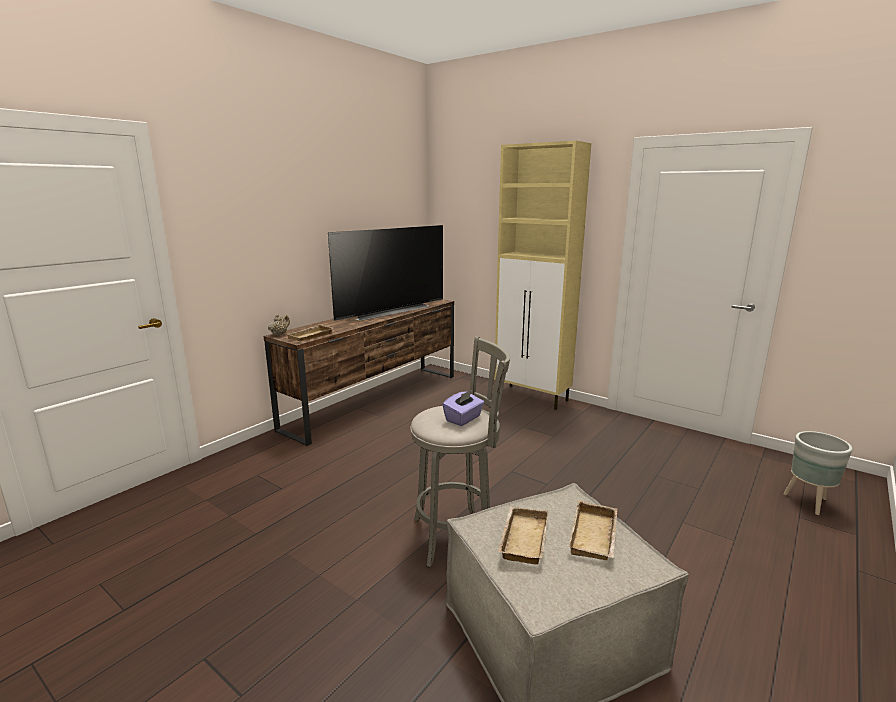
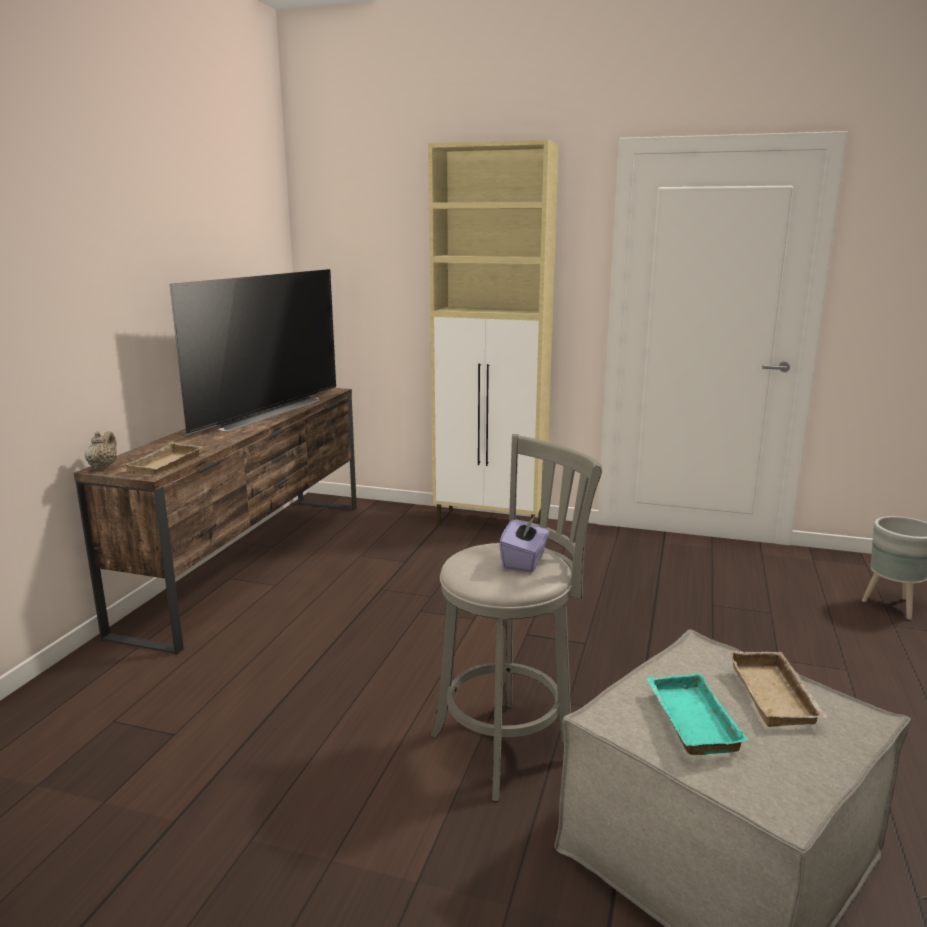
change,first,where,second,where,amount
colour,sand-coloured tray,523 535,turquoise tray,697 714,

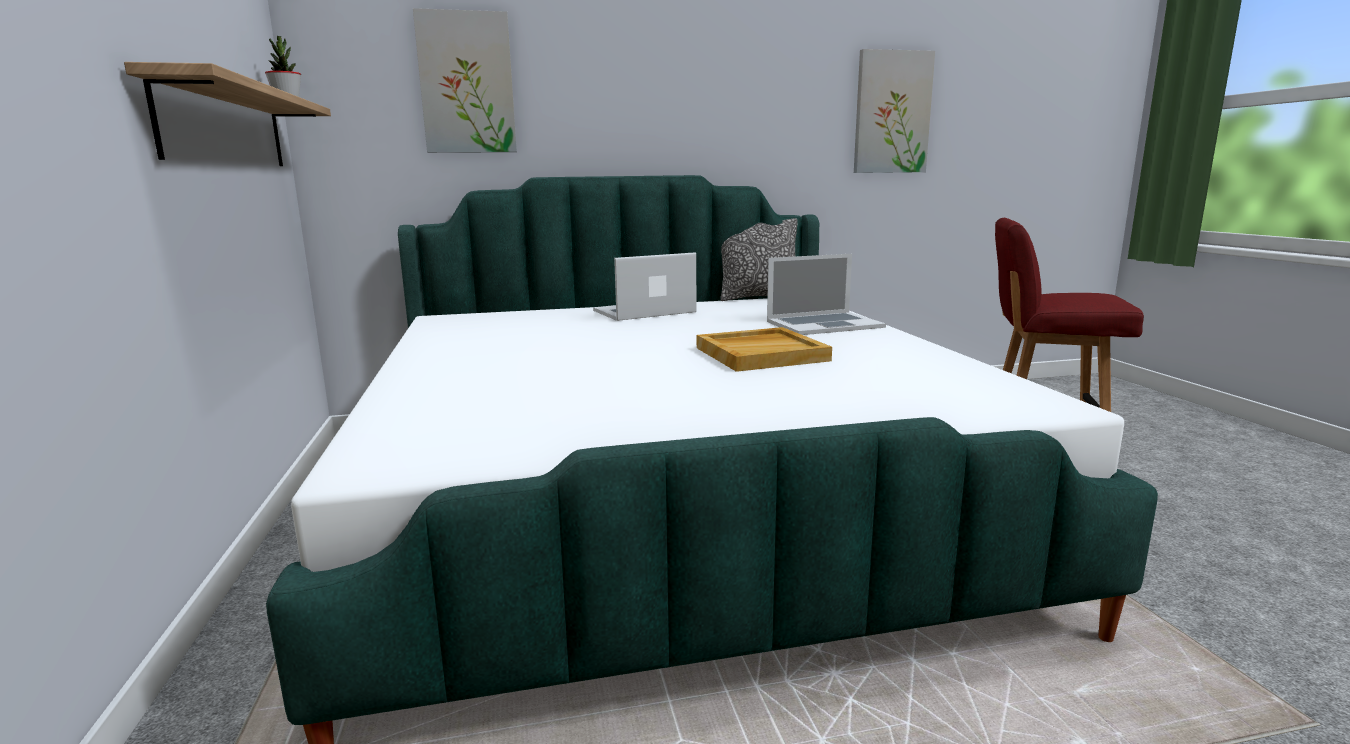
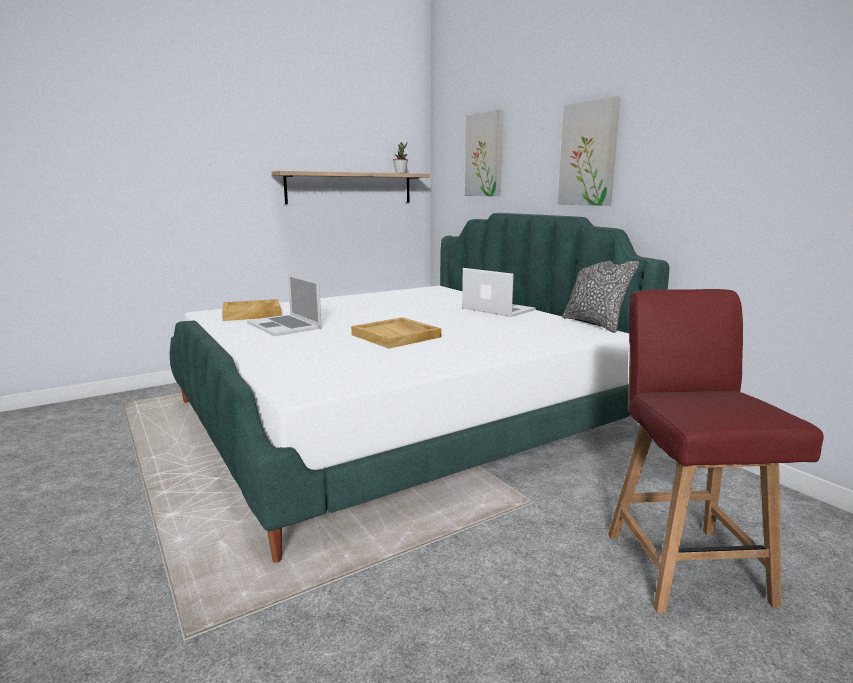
change,first,where,second,where,amount
relocated,portable computer,826 294,,284 305,
relocated,wall art,894 111,,589 151,
appeared,,,sand-coloured tray,252 310,

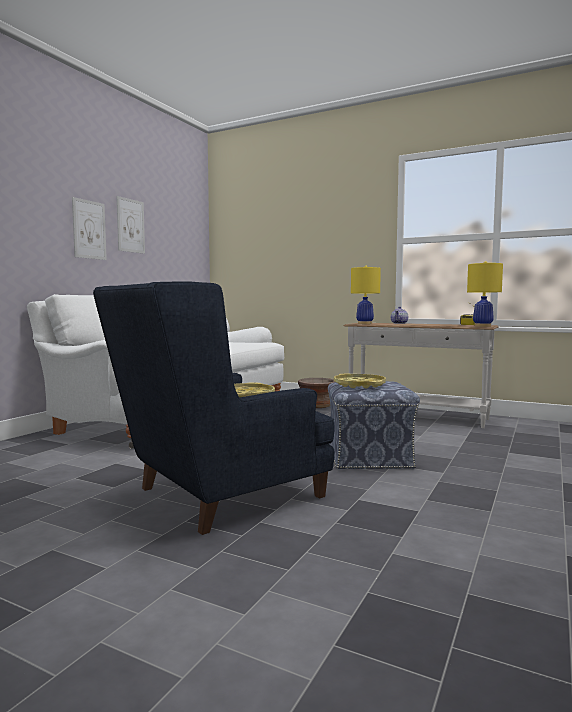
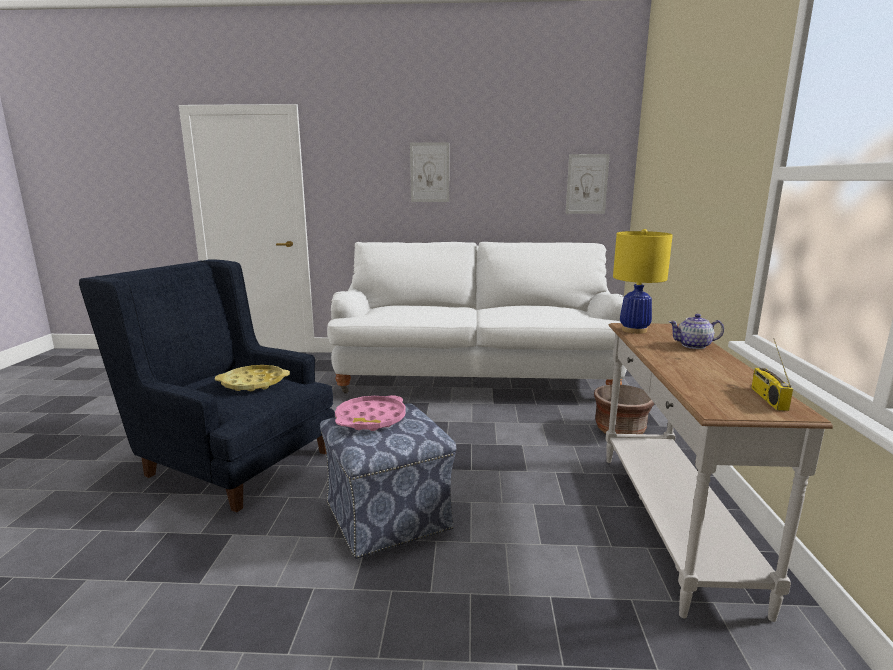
change,first,where,second,where,amount
relocated,wall art,130 225,,588 184,
colour,yellowish tray,360 380,pink-coloured tray,370 413,
missing,yellowish tabletop lamp,485 294,,,

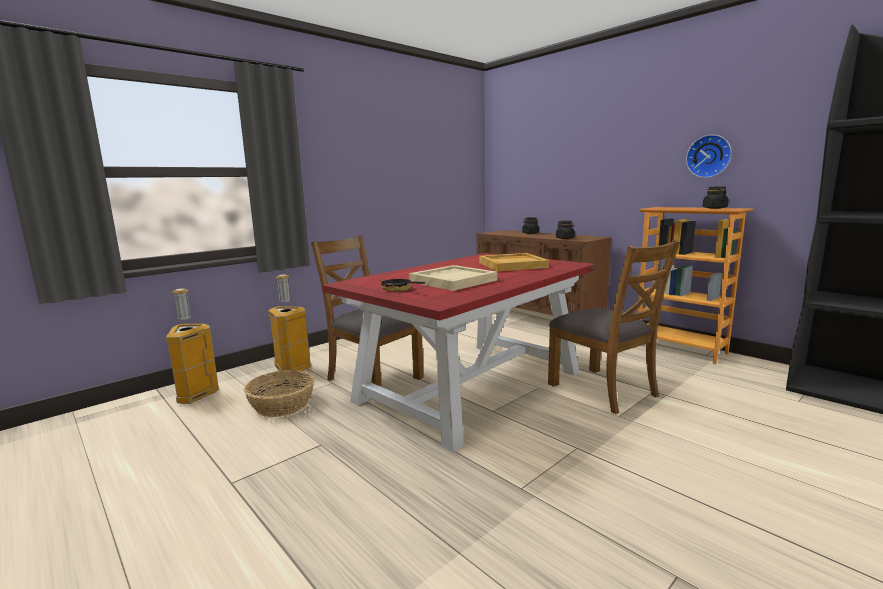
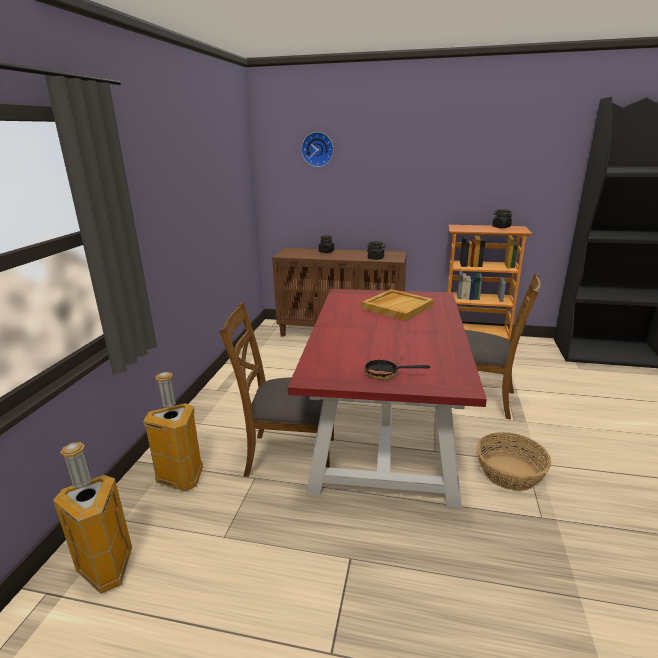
change,first,where,second,where,amount
relocated,household basket,279 393,,514 461,
missing,sand-coloured tray,453 278,,,
relocated,wall clock,709 156,,317 149,

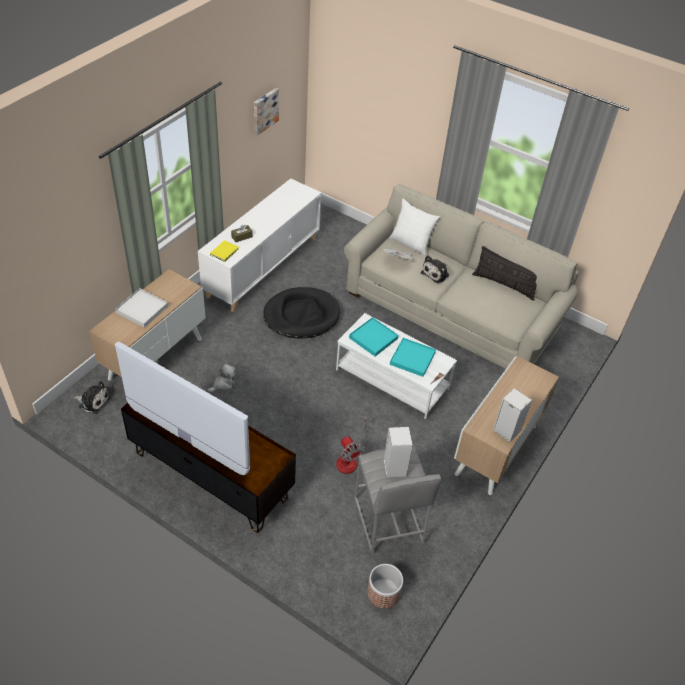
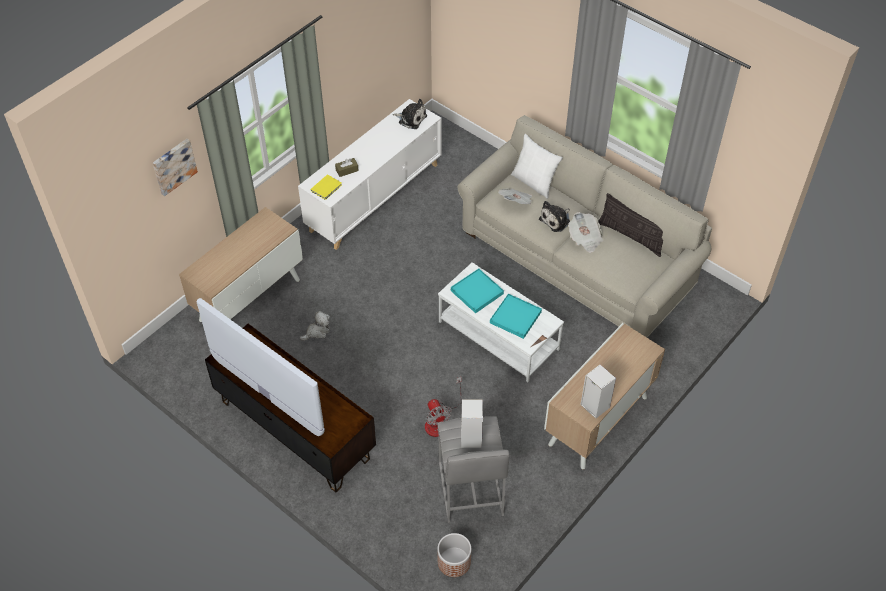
change,first,where,second,where,amount
relocated,cuddly toy,92 397,,410 114,
missing,whitish tray,141 308,,,
relocated,wall art,266 111,,175 167,
missing,black dog cushion,301 312,,,
appeared,,,newspaper,586 232,

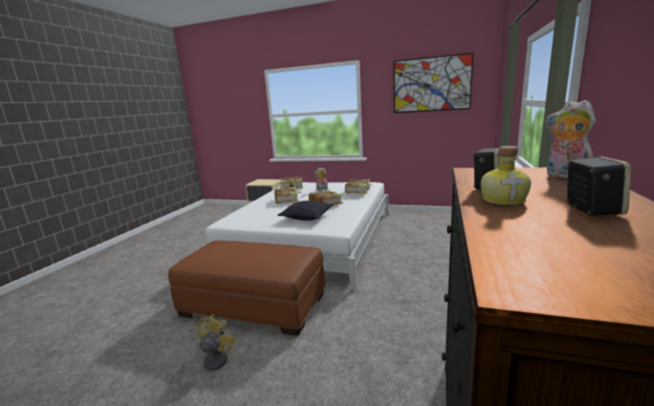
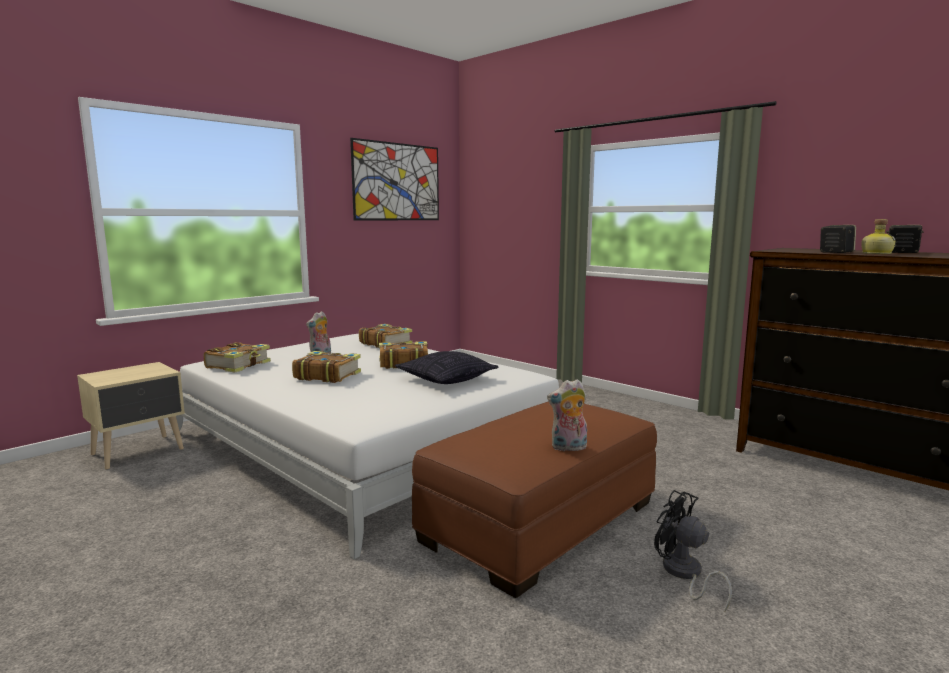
change,first,where,second,where,amount
colour,yellowish cooling fan,203 349,black cooling fan,693 551,
relocated,cuddly toy,571 139,,567 415,

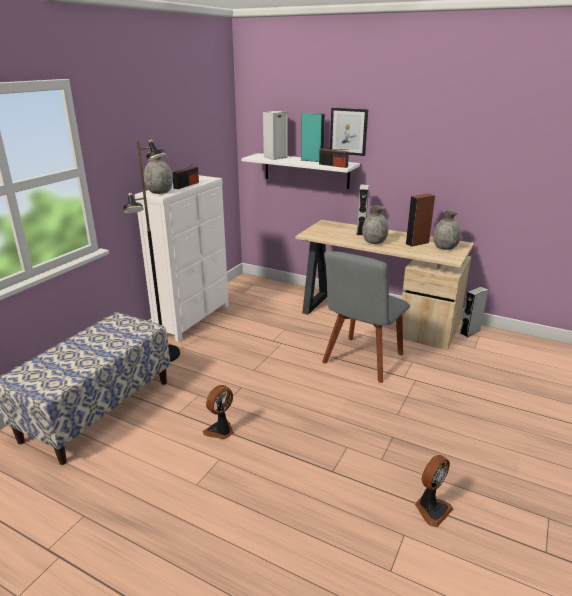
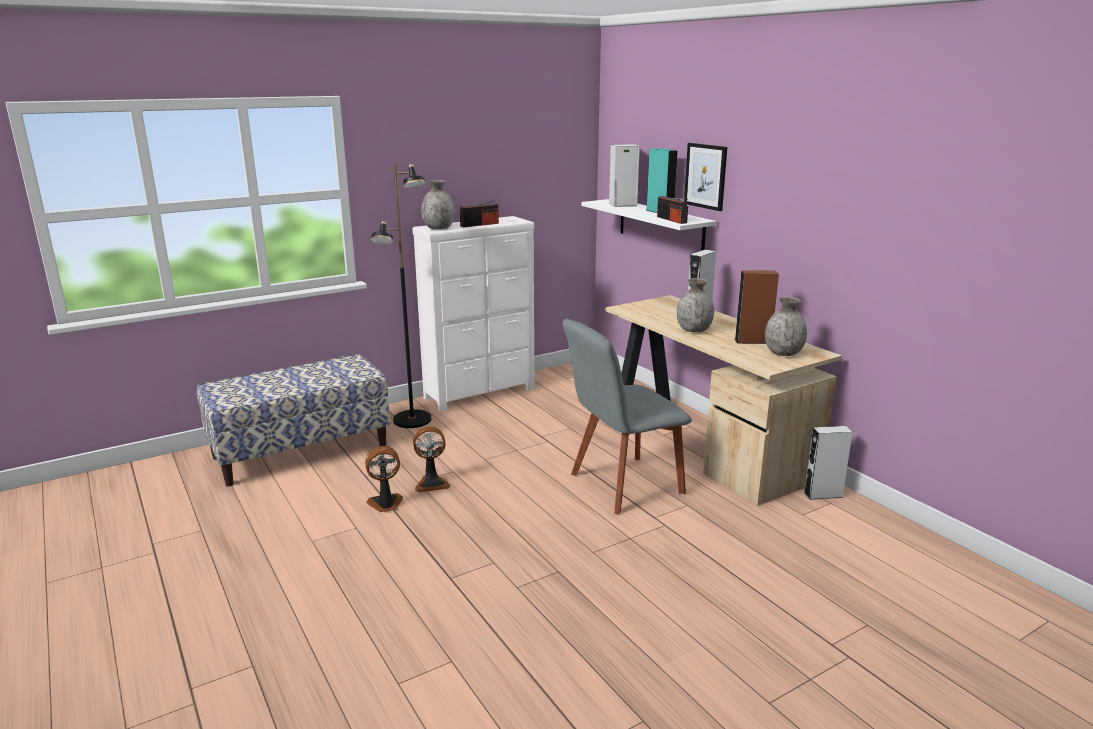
change,first,where,second,where,amount
relocated,cooling fan,434 491,,431 459,

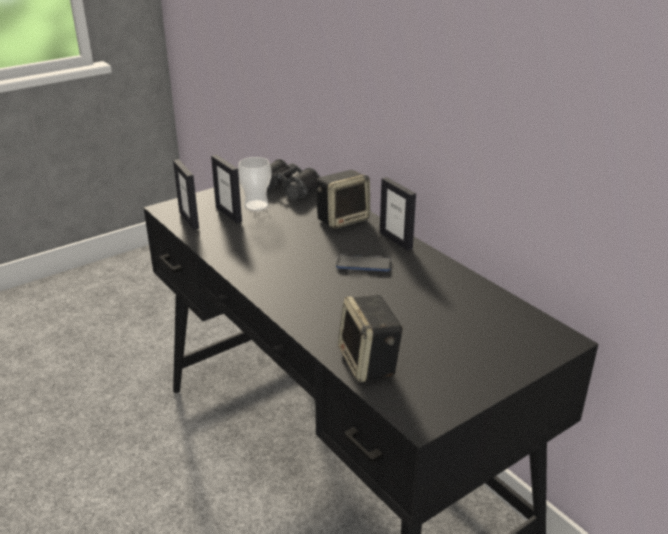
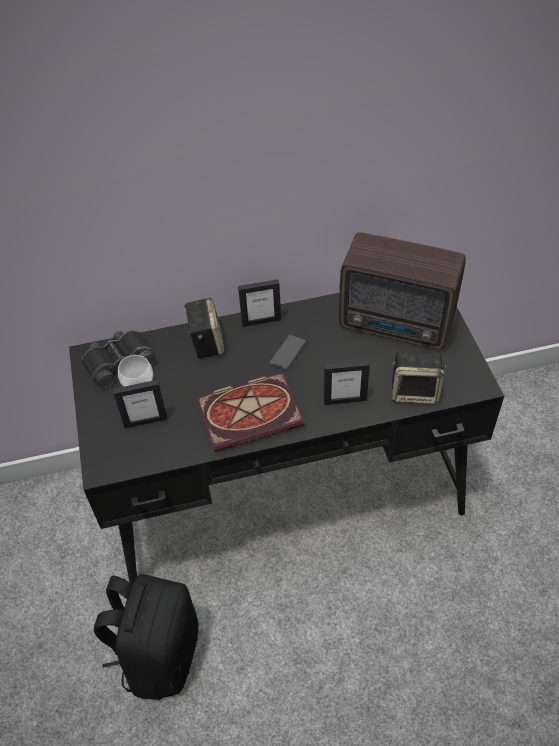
change,first,where,second,where,amount
relocated,photo frame,186 194,,347 382,
appeared,,,black knapsack,146 637,
appeared,,,volume,250 412,
appeared,,,radio,402 291,

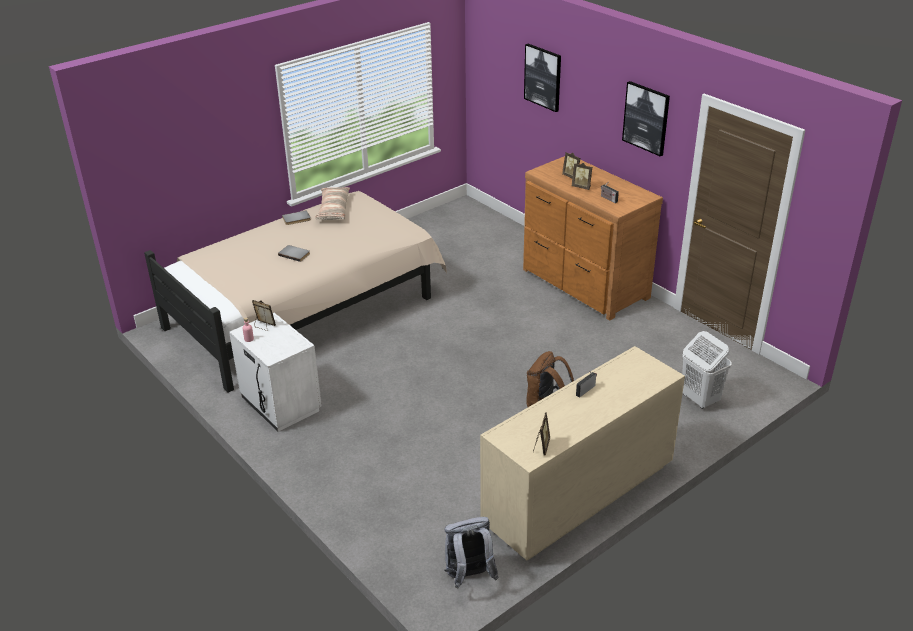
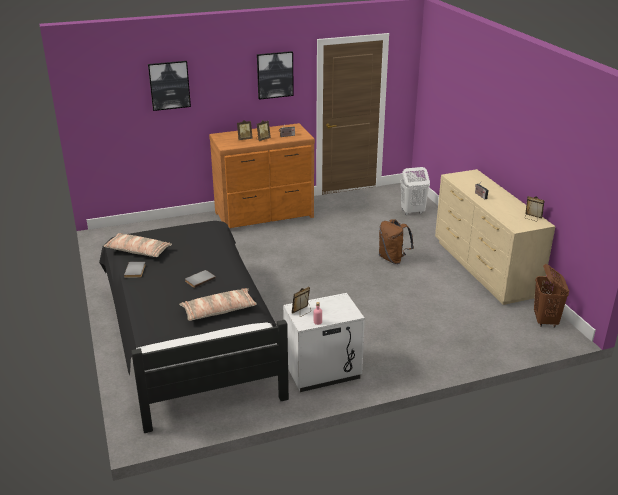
change,first,where,second,where,amount
colour,sand-coloured bedroom bed,295 291,black bedroom bed,194 327,
exchanged,greyish knapsack,471 553,brown laundry basket,551 296,
appeared,,,throw pillow,218 304,

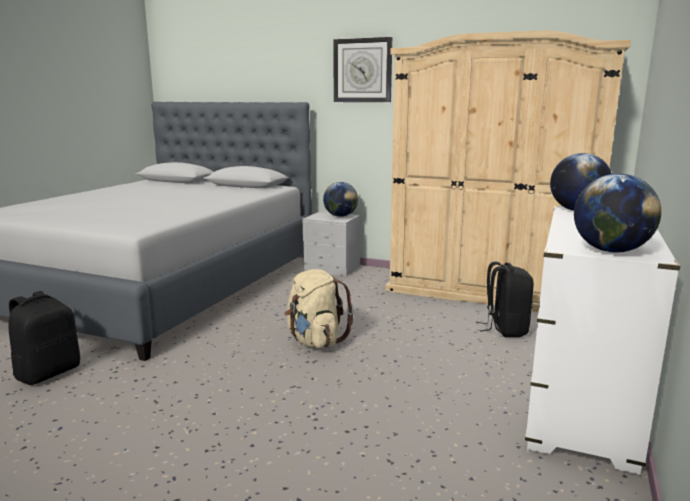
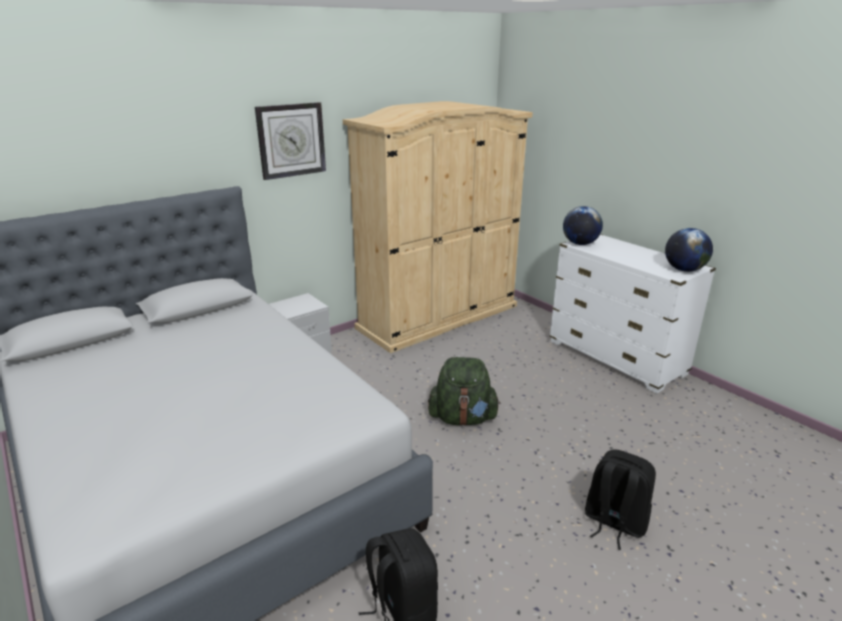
change,first,where,second,where,amount
colour,sand-coloured knapsack,319 308,green-coloured knapsack,464 391,
missing,world globe,340 199,,,
relocated,black knapsack,505 299,,620 499,

